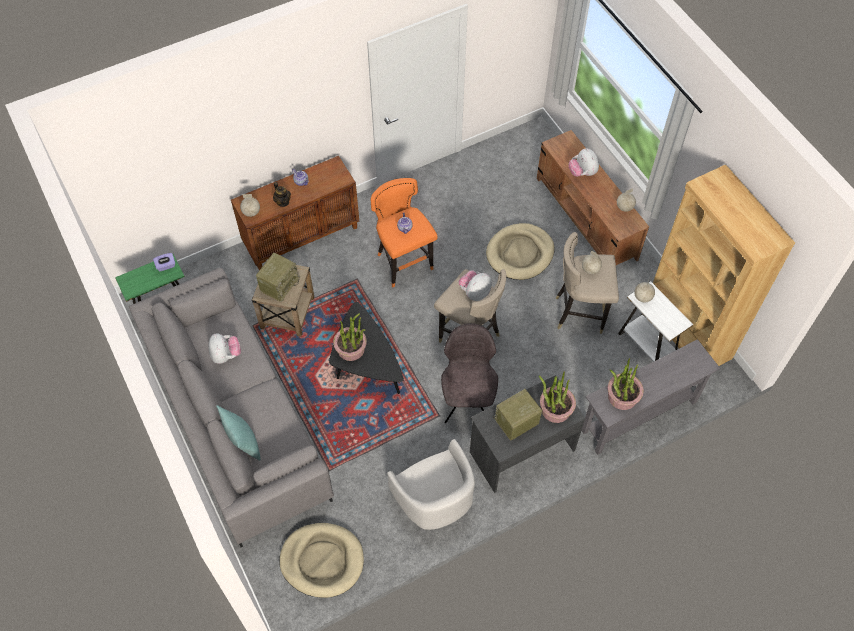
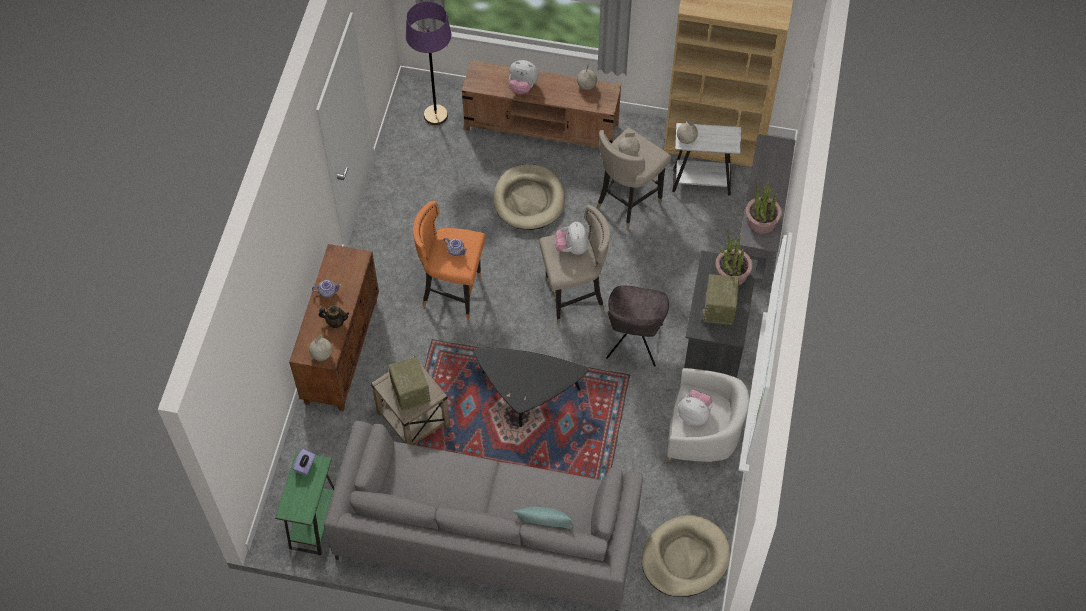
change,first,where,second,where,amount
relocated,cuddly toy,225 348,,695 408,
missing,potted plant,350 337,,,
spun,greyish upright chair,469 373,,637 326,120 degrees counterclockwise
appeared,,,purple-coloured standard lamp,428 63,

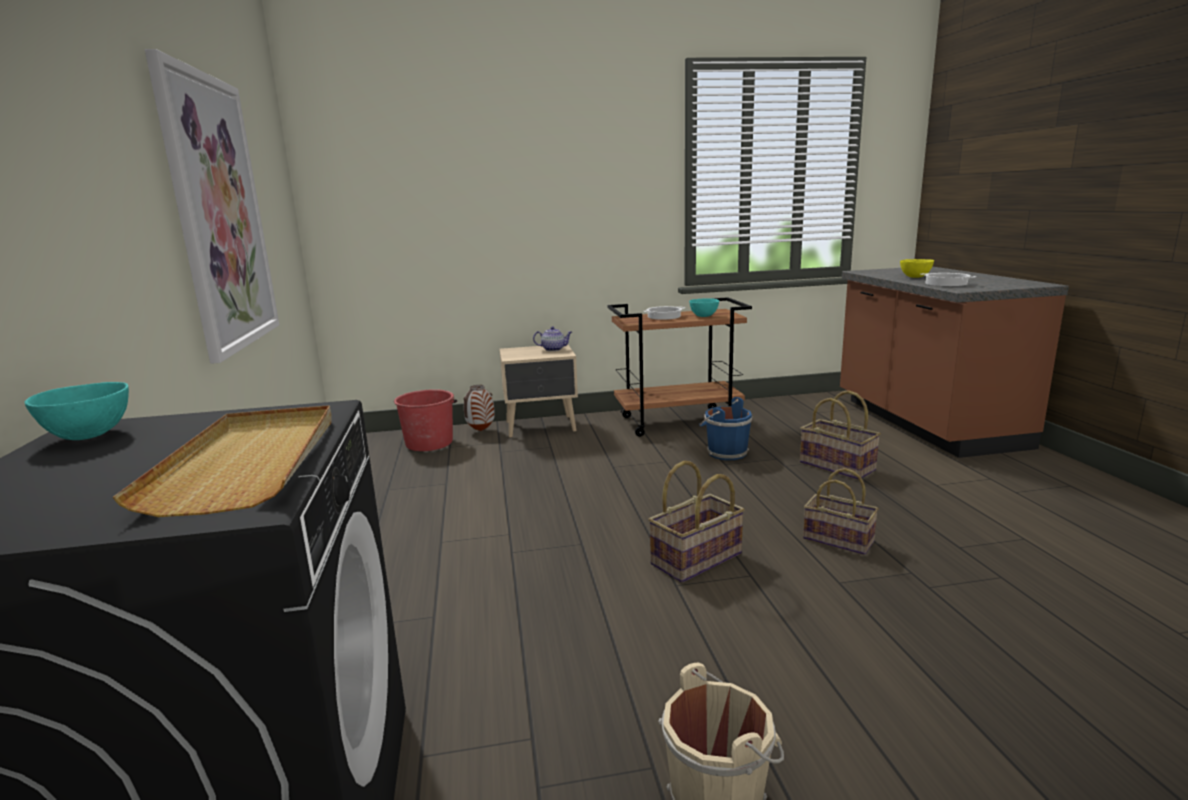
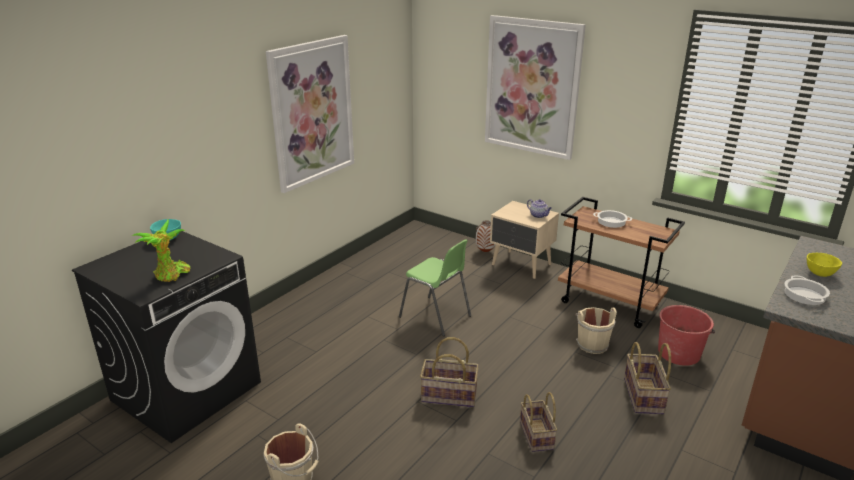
change,first,where,second,where,amount
exchanged,sand-coloured tray,222 461,potted plant,161 250,
relocated,reddish water bucket,425 420,,686 335,
missing,turquoise deep dish,704 307,,,
colour,blue-coloured water bucket,725 428,sand-coloured water bucket,596 330,
appeared,,,green-coloured upright chair,435 287,
appeared,,,wall art,535 87,

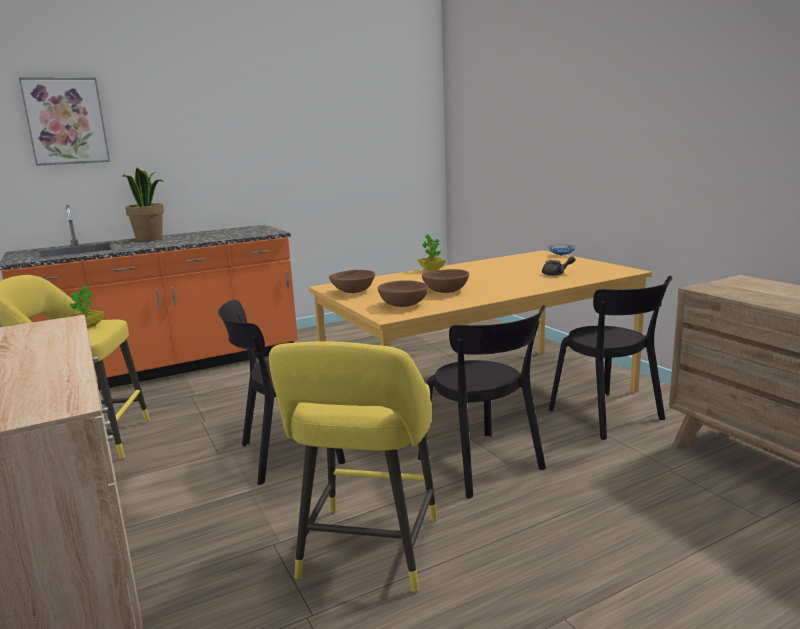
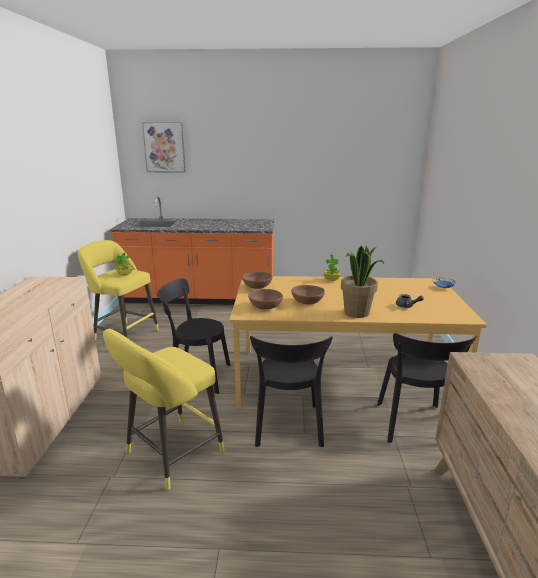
change,first,where,second,where,amount
relocated,potted plant,143 204,,363 281,

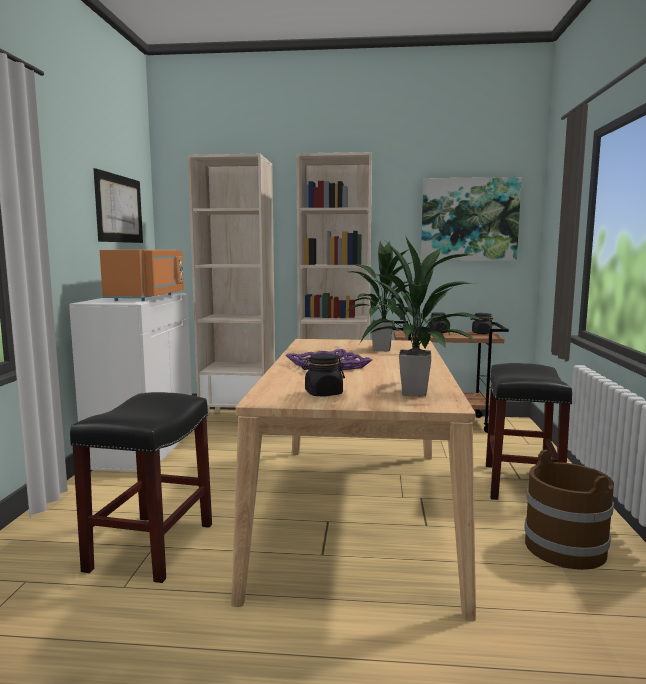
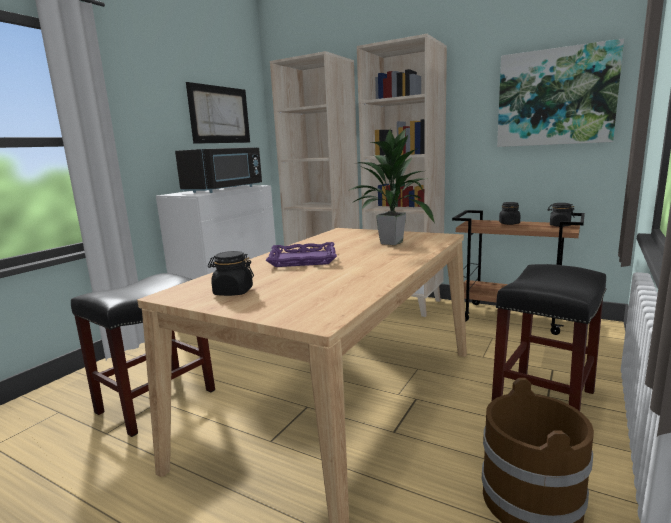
change,first,where,second,where,amount
colour,orange-coloured microwave oven,142 275,black microwave oven,218 170,
missing,potted plant,420 316,,,

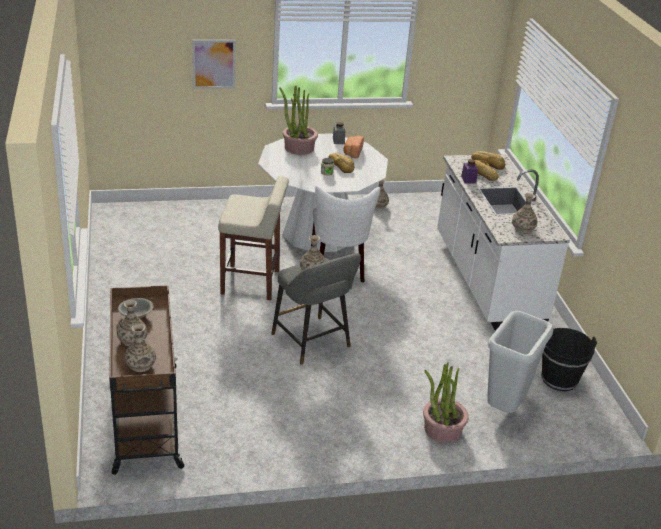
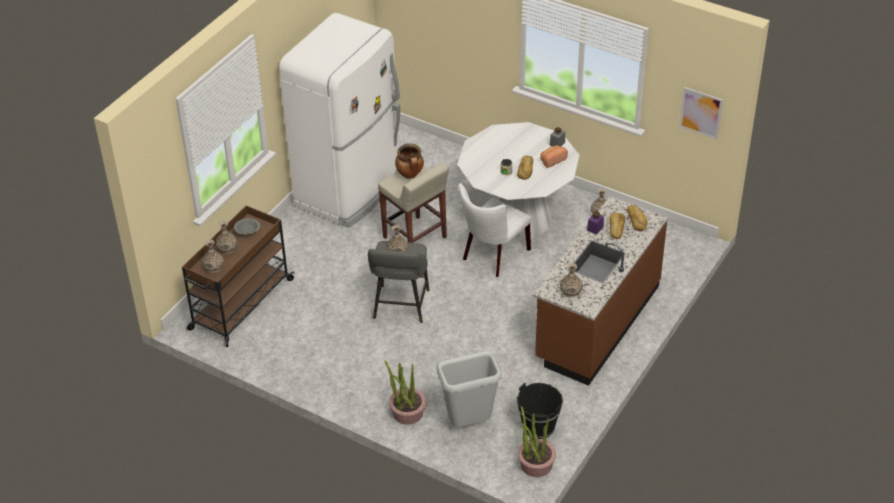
change,first,where,second,where,amount
relocated,wall art,214 64,,701 113,
relocated,potted plant,298 120,,537 441,
colour,whitish kitchen base unit,503 242,brown kitchen base unit,600 291,
appeared,,,whitish refrigerator,339 120,
appeared,,,cooking pot,409 161,

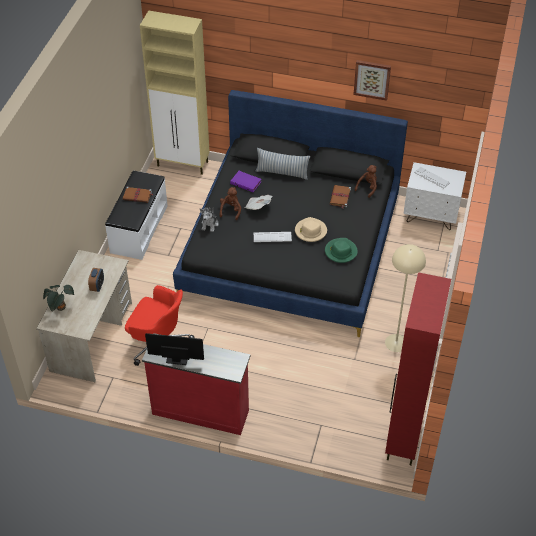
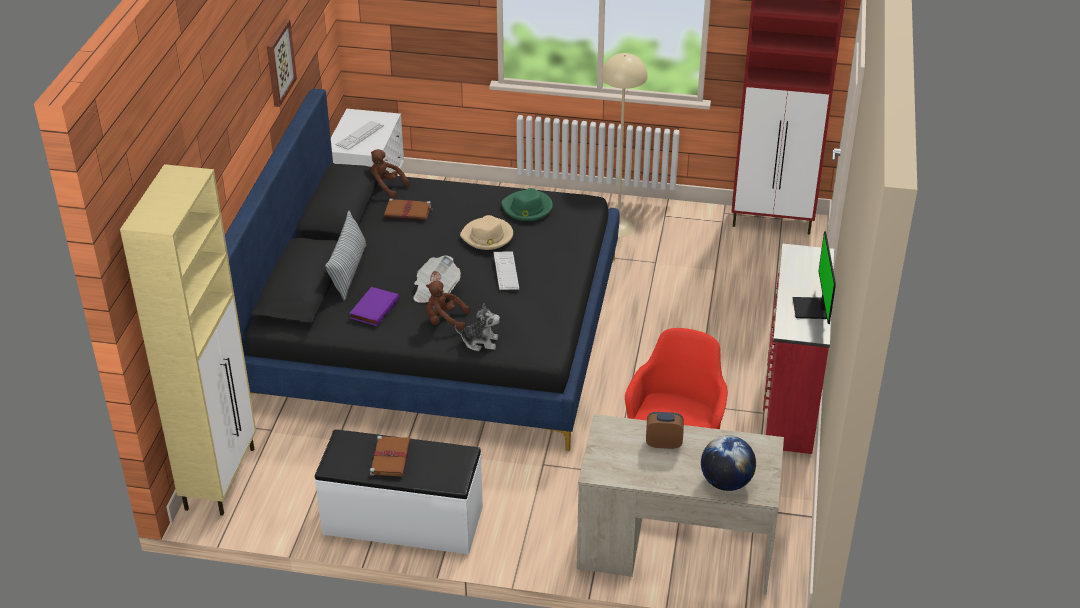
change,first,where,second,where,amount
exchanged,potted plant,58 298,world globe,728 463,

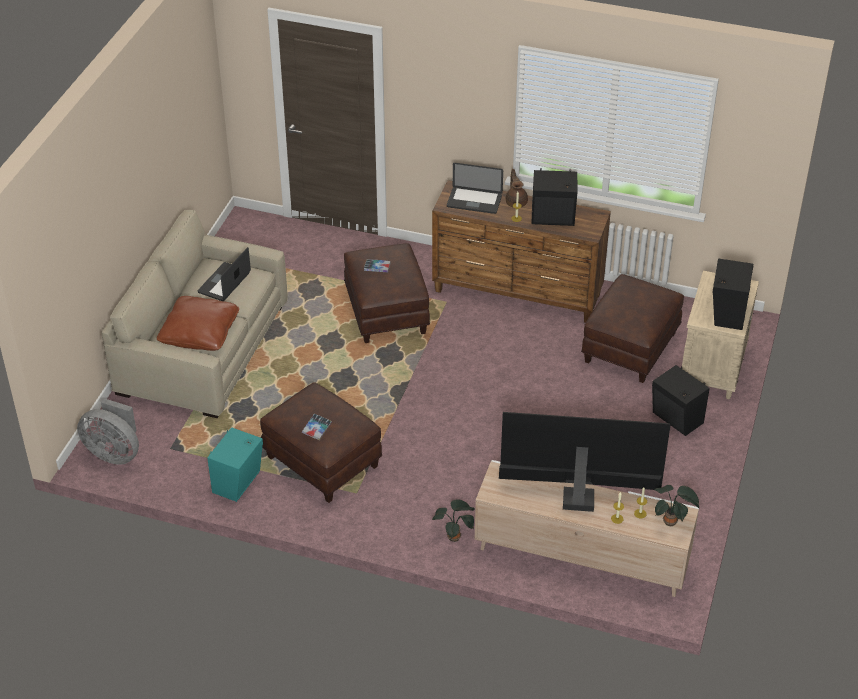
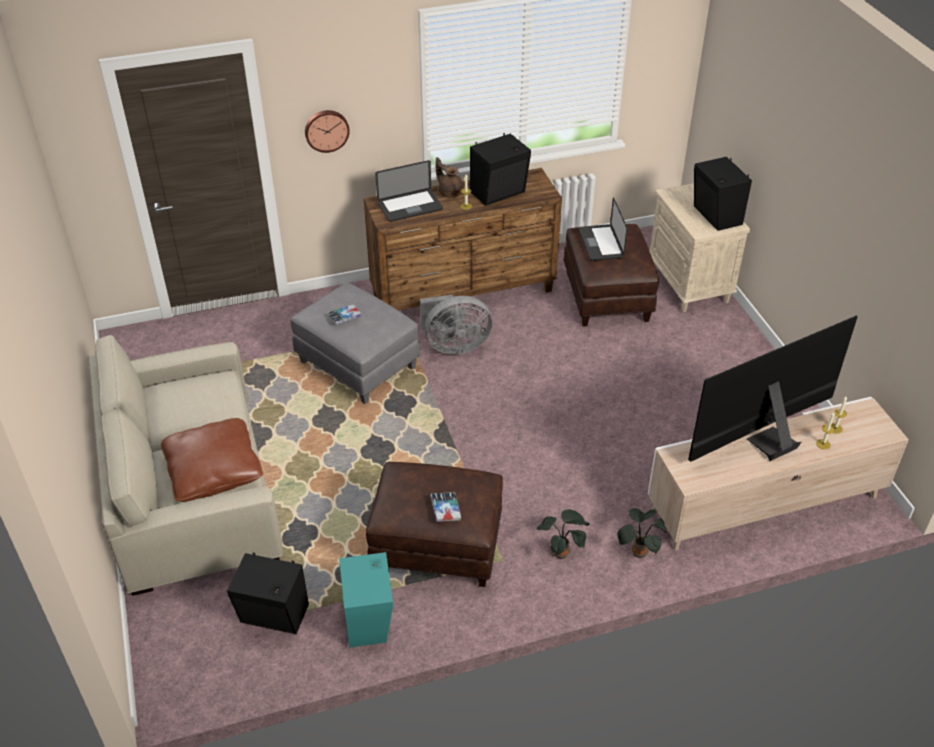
change,first,where,second,where,amount
relocated,greyish cooling fan,108 431,,456 325,
relocated,portable computer,224 274,,603 229,
colour,brown ottoman,387 293,greyish ottoman,355 343,
relocated,black audio speaker,681 400,,268 593,
relocated,potted plant,677 505,,563 534,
appeared,,,wall clock,327 131,

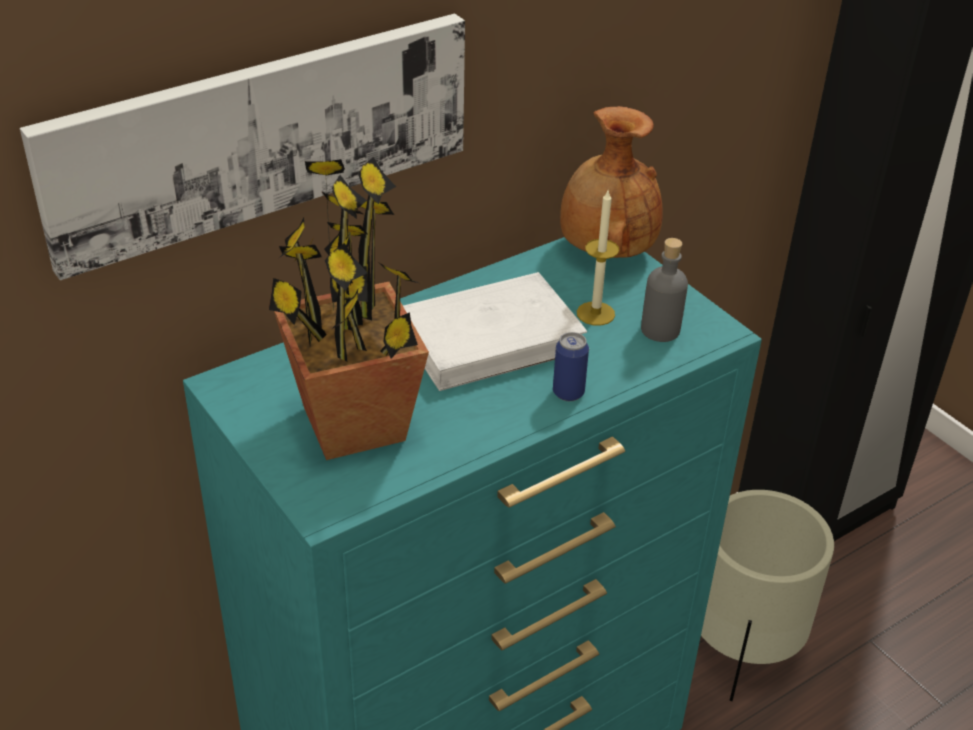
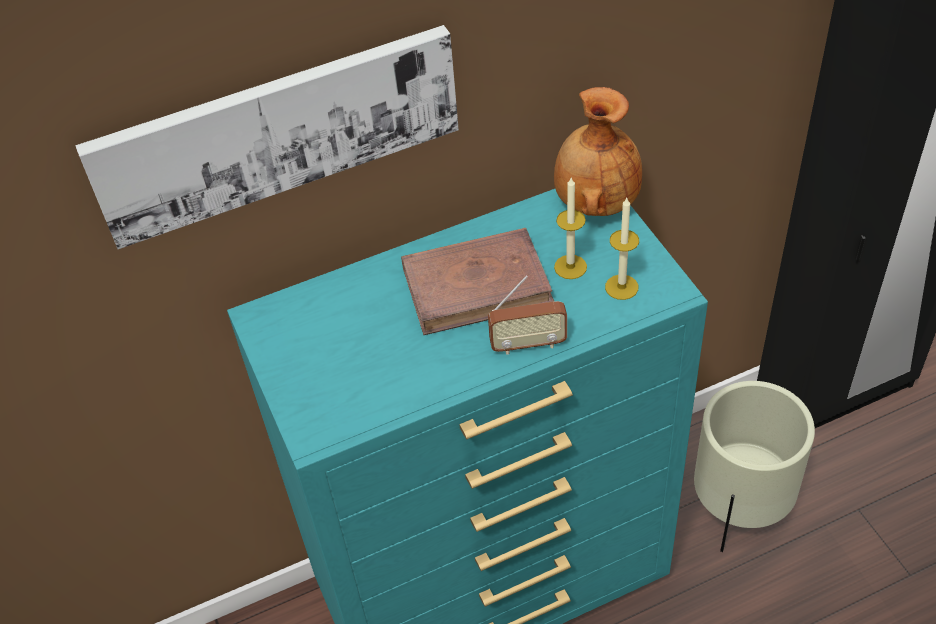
change,first,where,second,where,amount
missing,potted plant,349 308,,,
colour,whitish volume,495 331,brown volume,477 281,
exchanged,metal can,571 366,radio,527 315,
exchanged,greyish beverage bottle,664 290,candle,622 249,

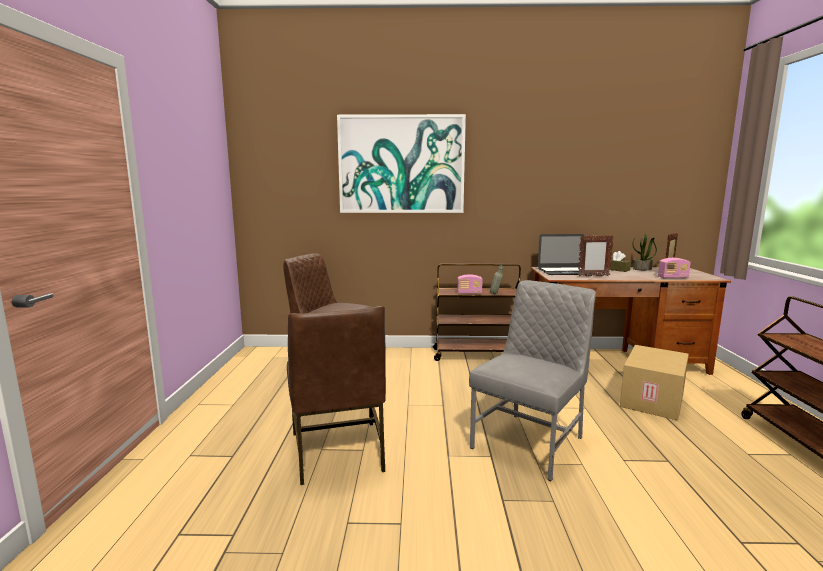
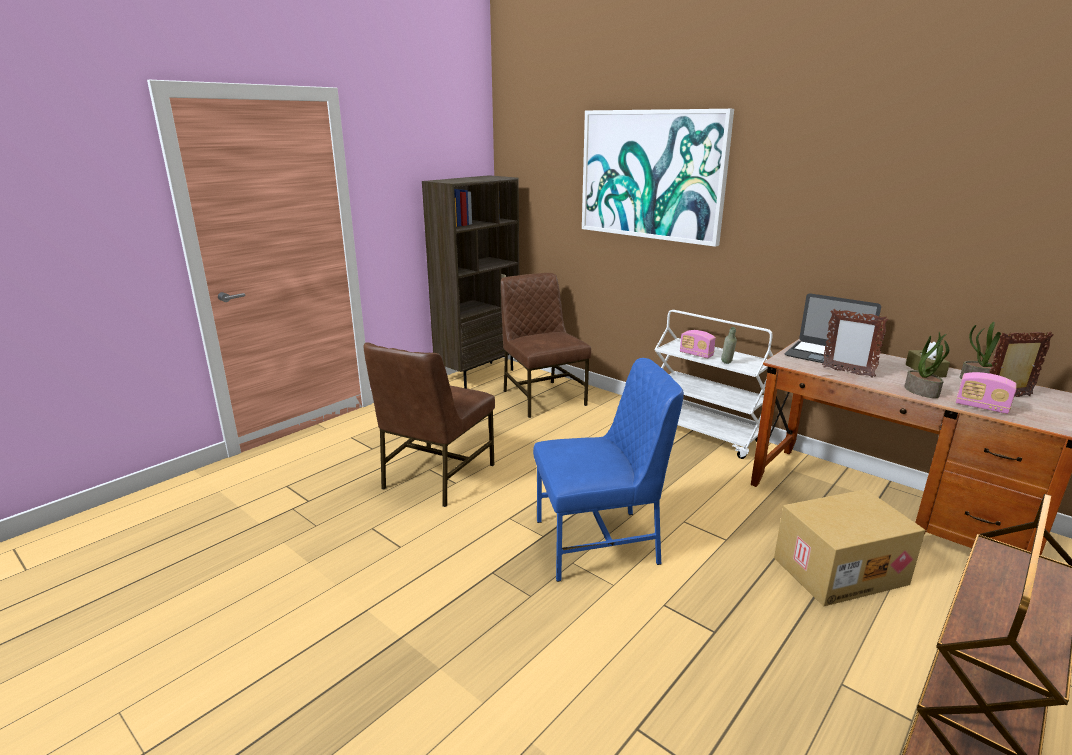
change,first,where,second,where,amount
colour,brown cart,477 312,whitish cart,713 384,
colour,greyish upright chair,532 380,blue-coloured upright chair,608 470,
appeared,,,brown bookshelf,470 282,
appeared,,,potted plant,926 365,

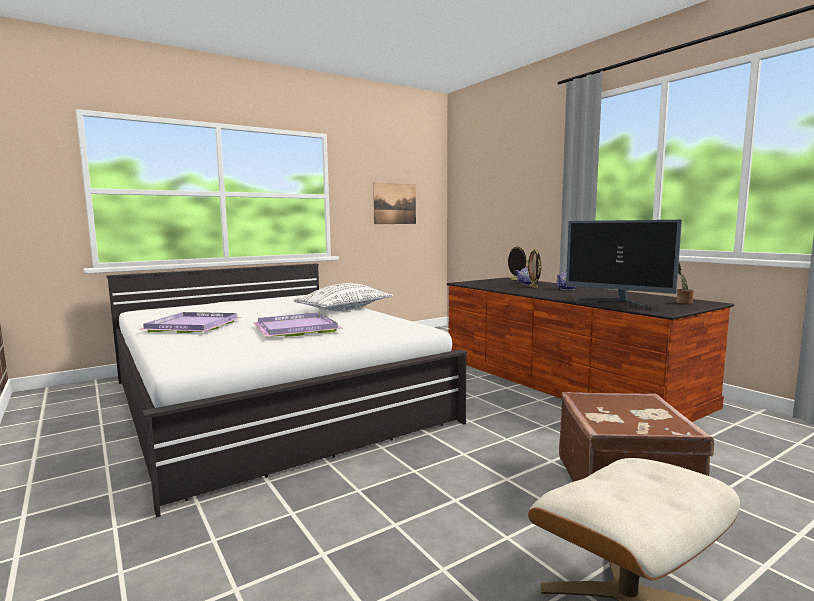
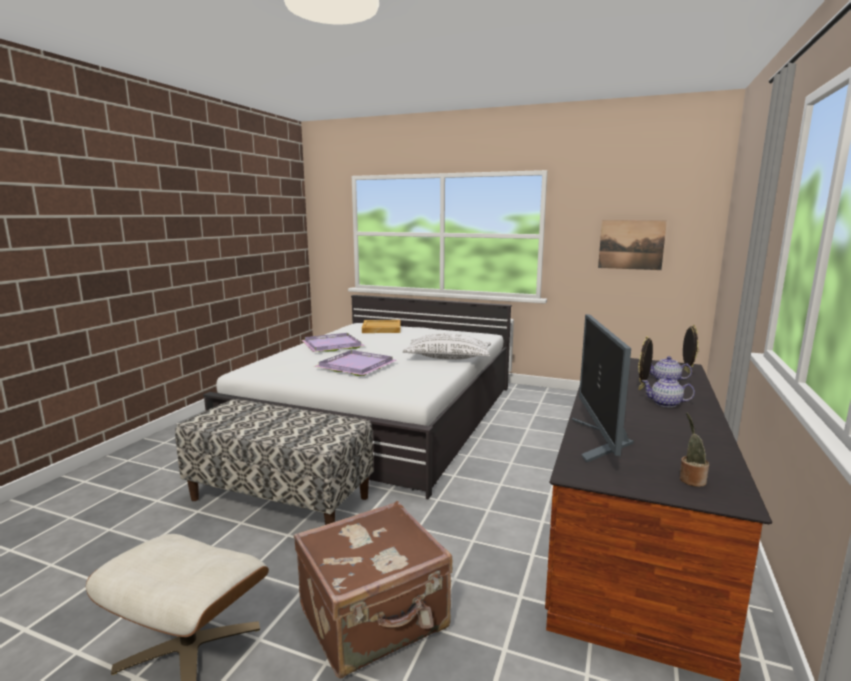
change,first,where,second,where,amount
appeared,,,bench,274 462,
appeared,,,sand-coloured tray,381 326,

